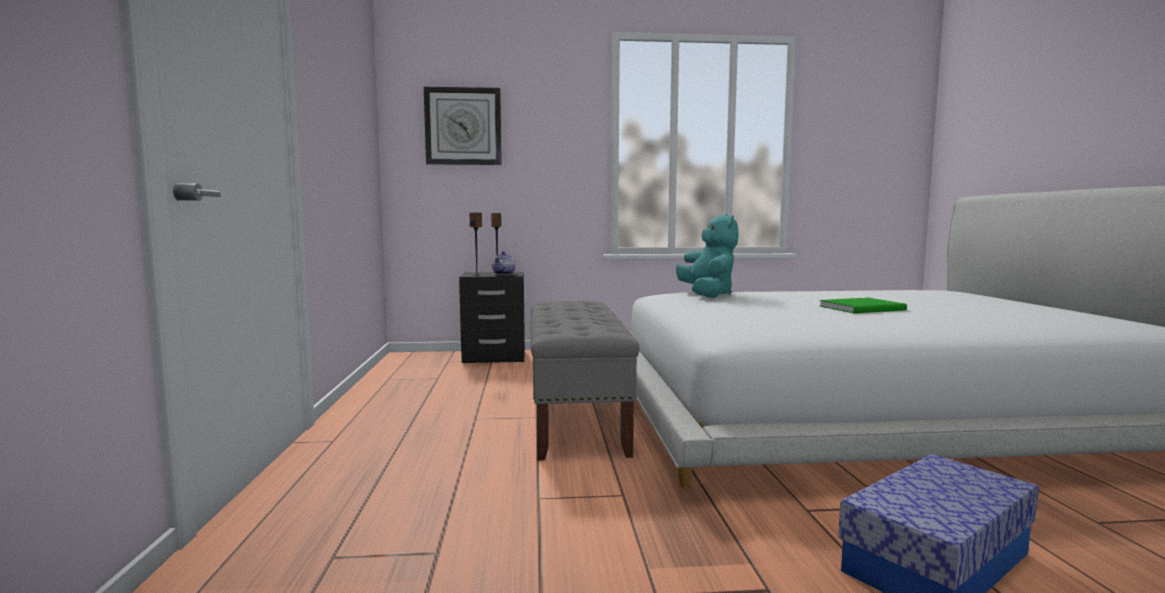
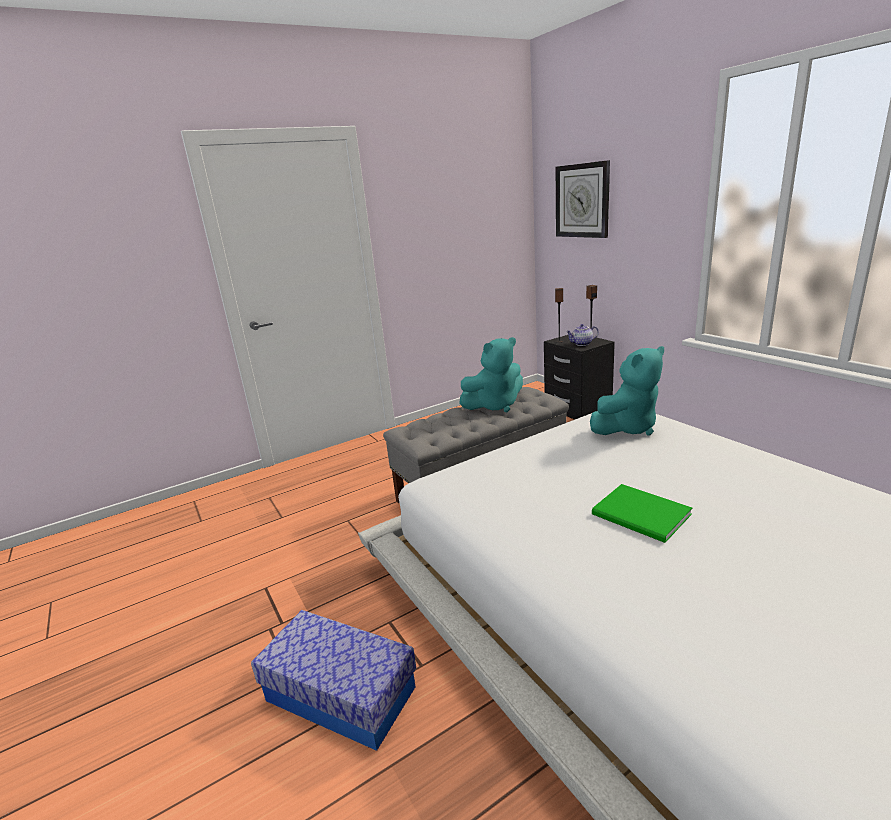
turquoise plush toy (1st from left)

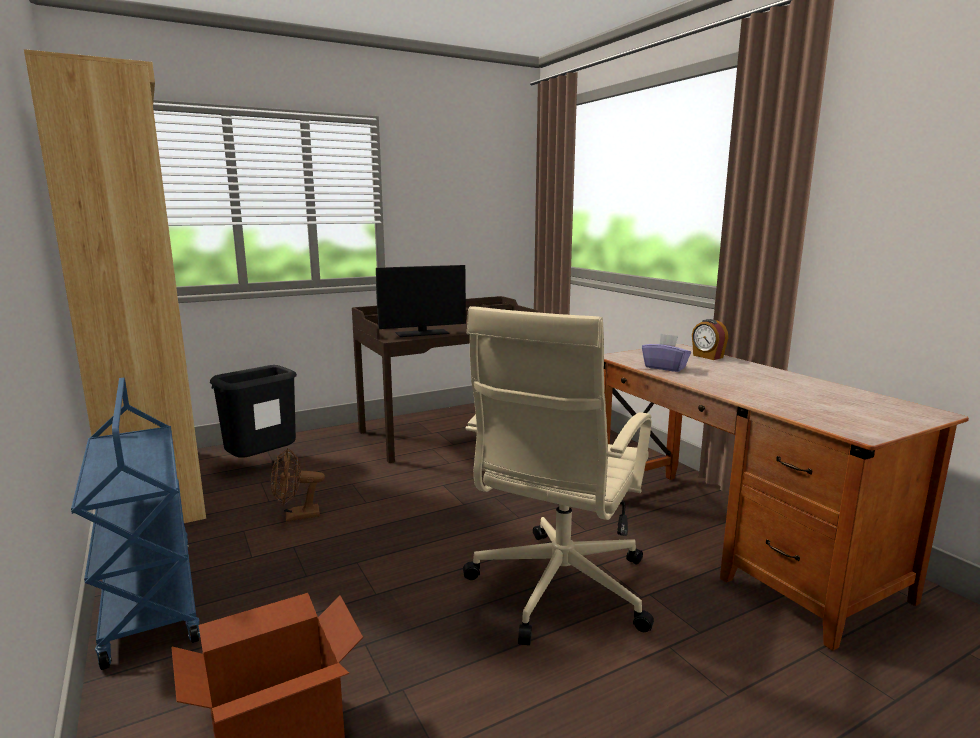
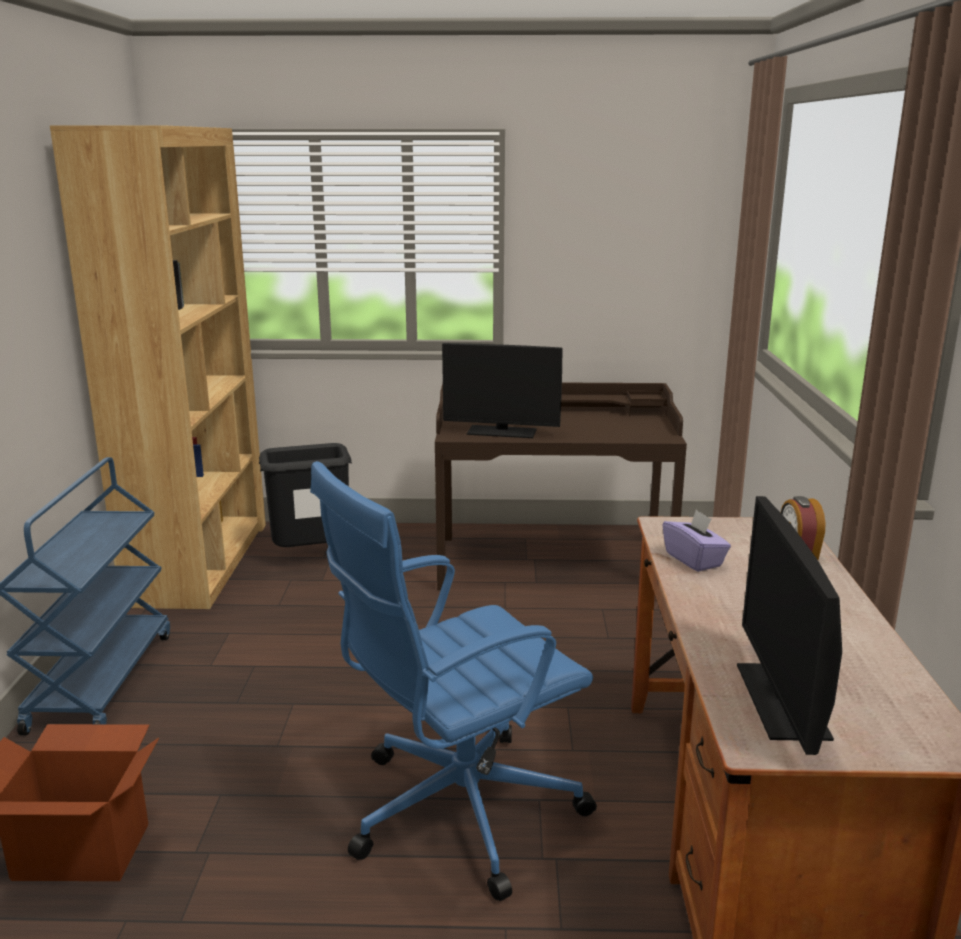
brown fan
blue office chair
monitor (2nd from left)

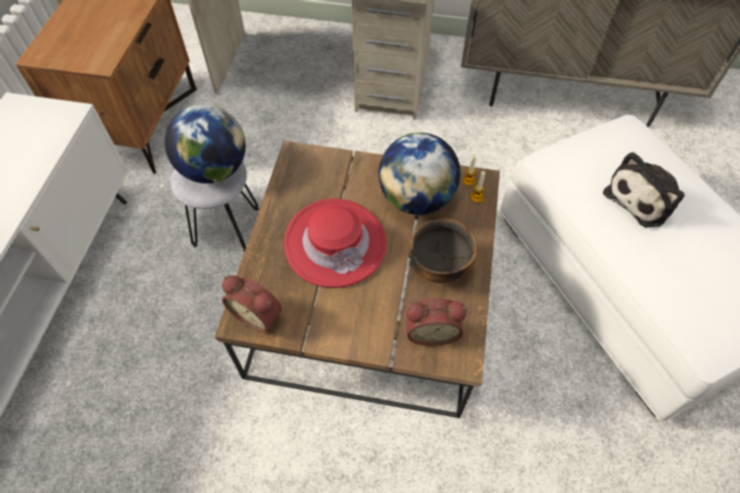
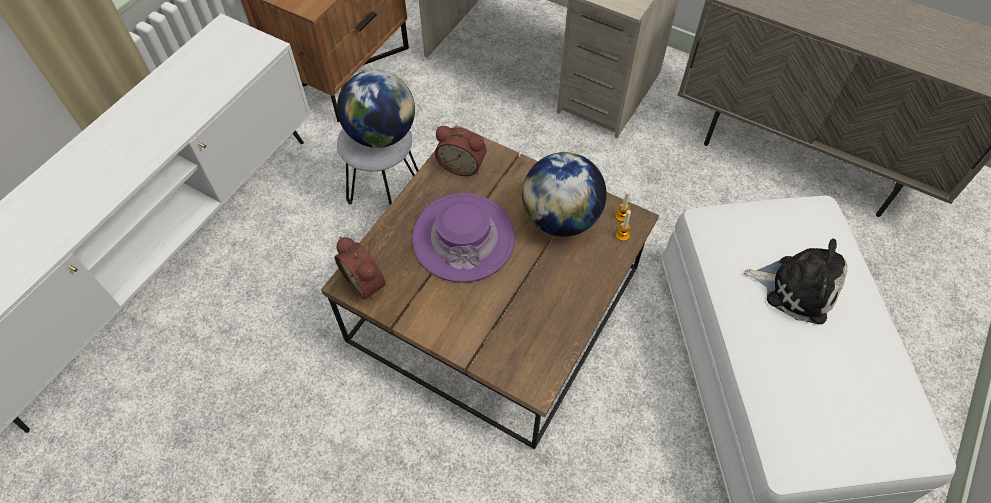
purple hat
alarm clock (2nd from left)
bowl
plush toy

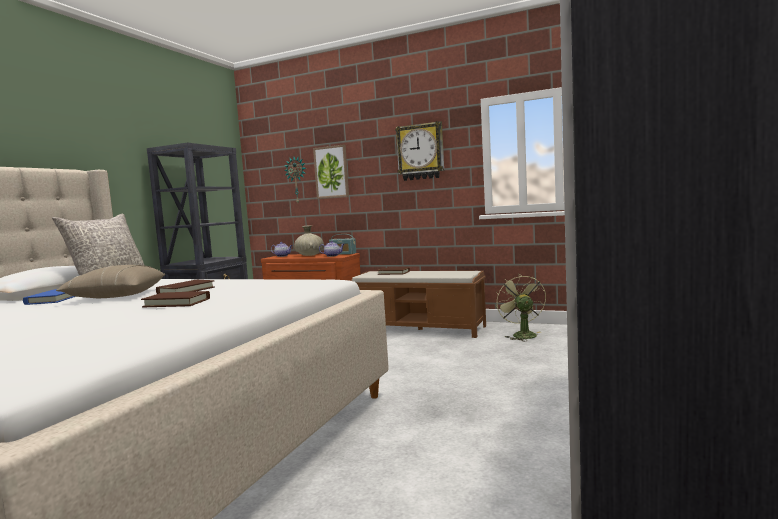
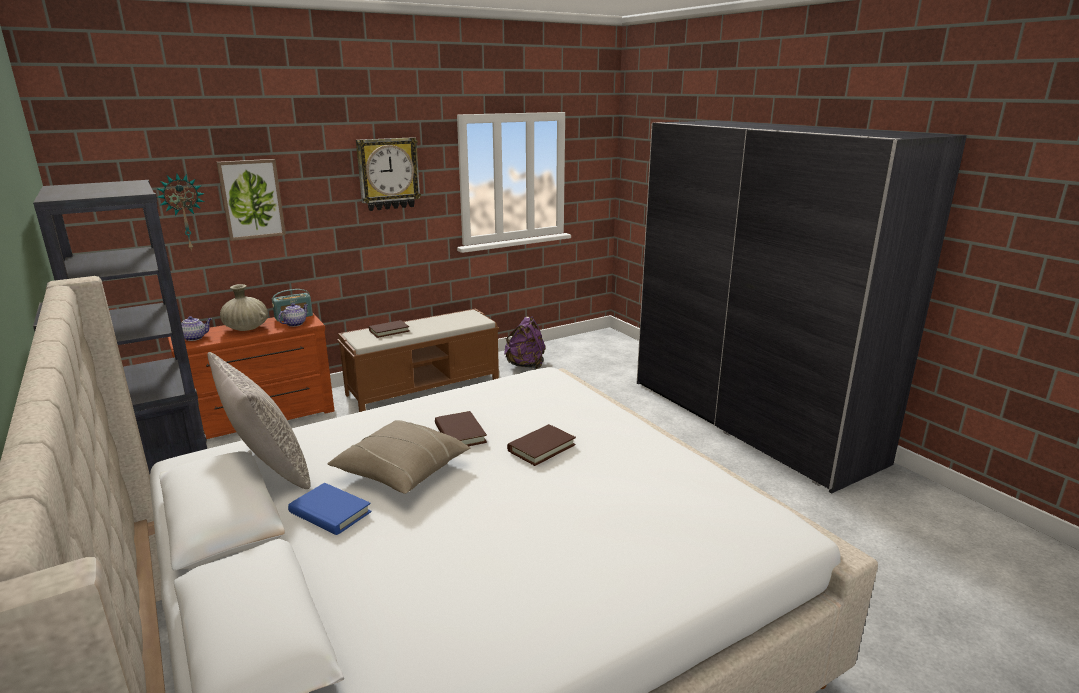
purple backpack

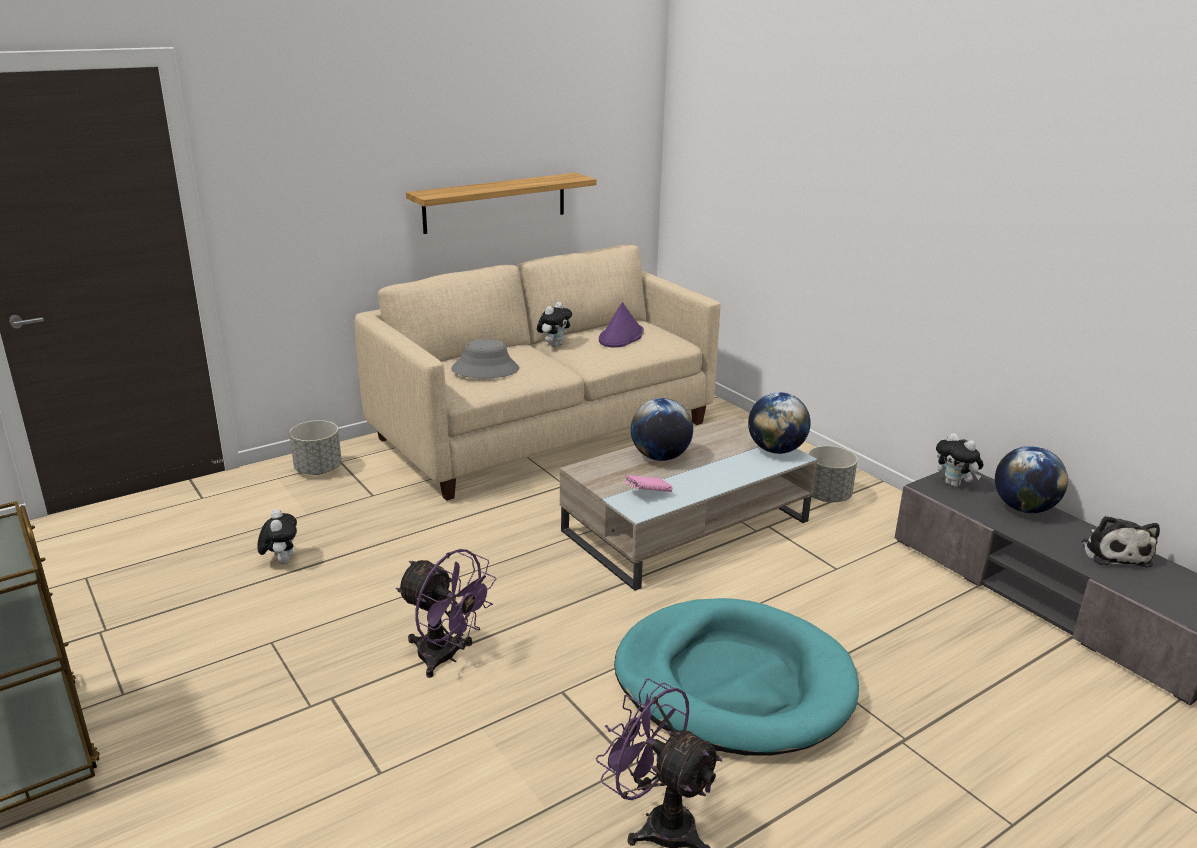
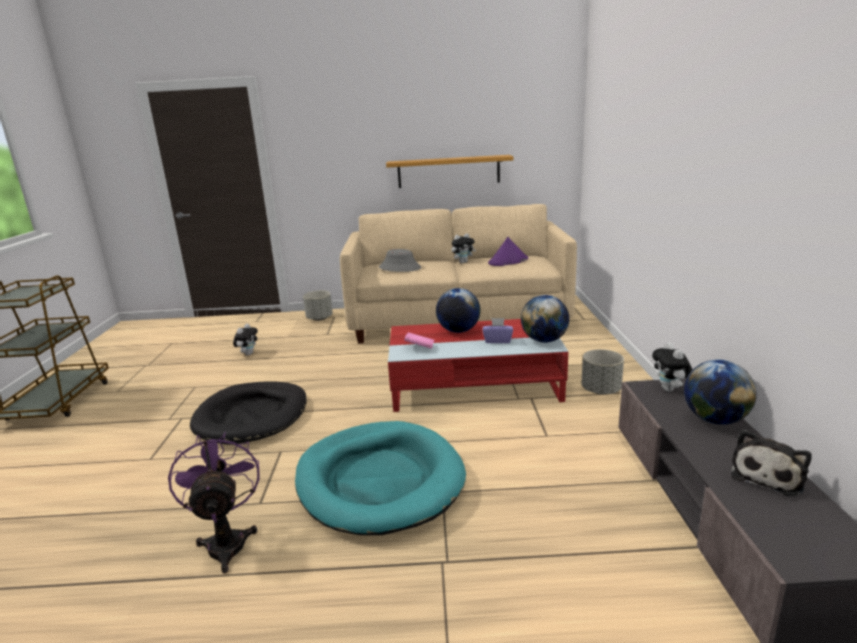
black dog bed
red coffee table
purple tissue box

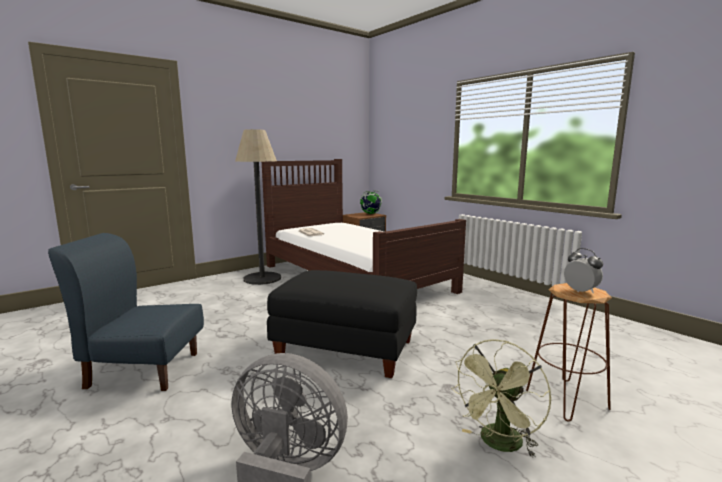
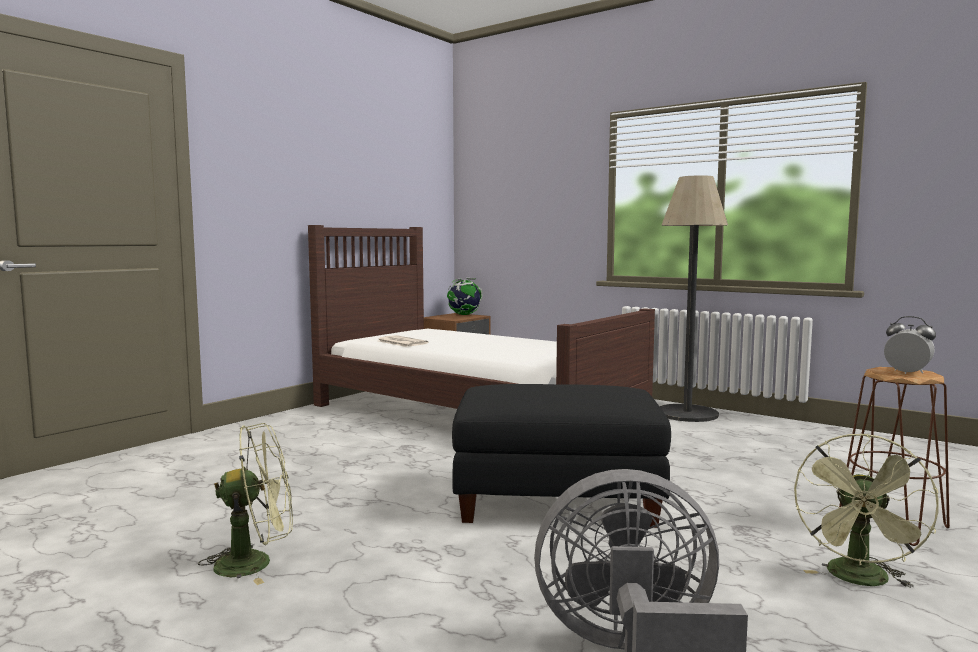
green fan (1st from left)
floor lamp

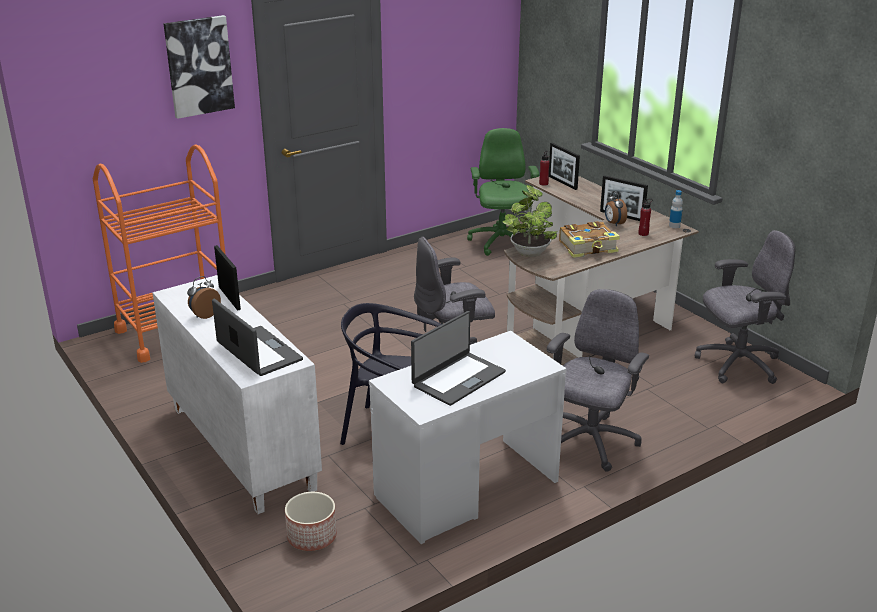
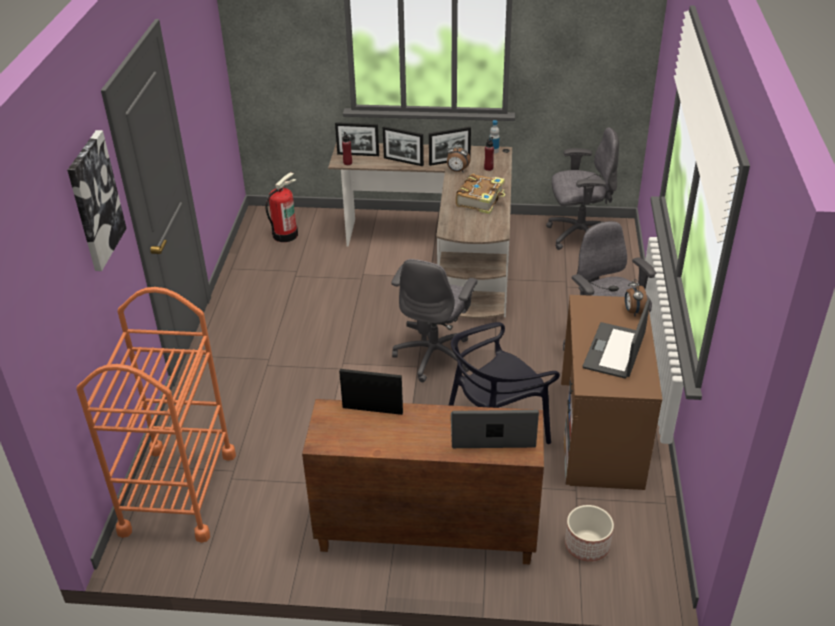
brown cabinet
alarm clock (2nd from left)
brown desk (2nd from left)
laptop (2nd from left)
fire extinguisher
potted plant
grey office chair (2nd from left)
picture frame (3rd from left)

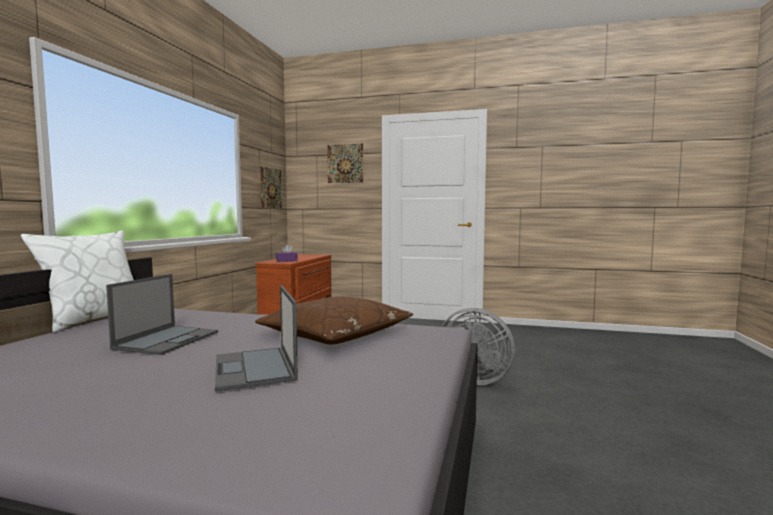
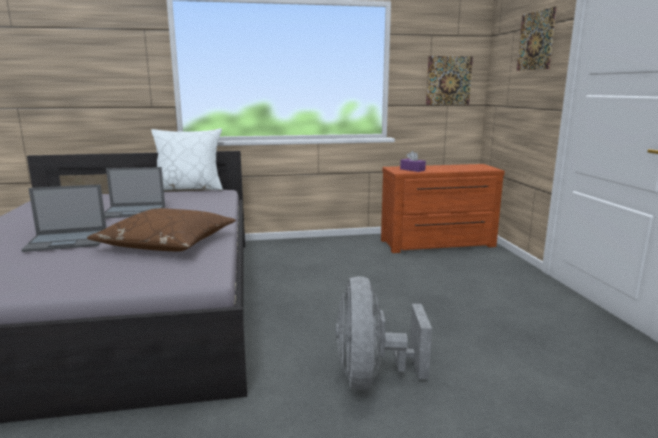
laptop (1st from left)

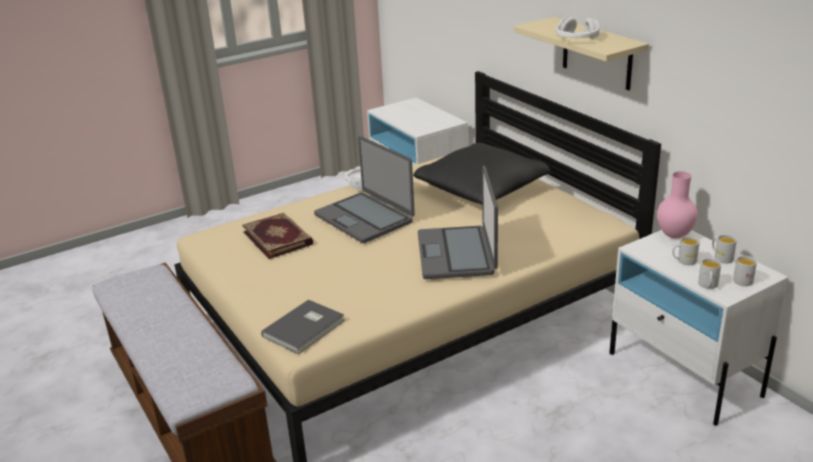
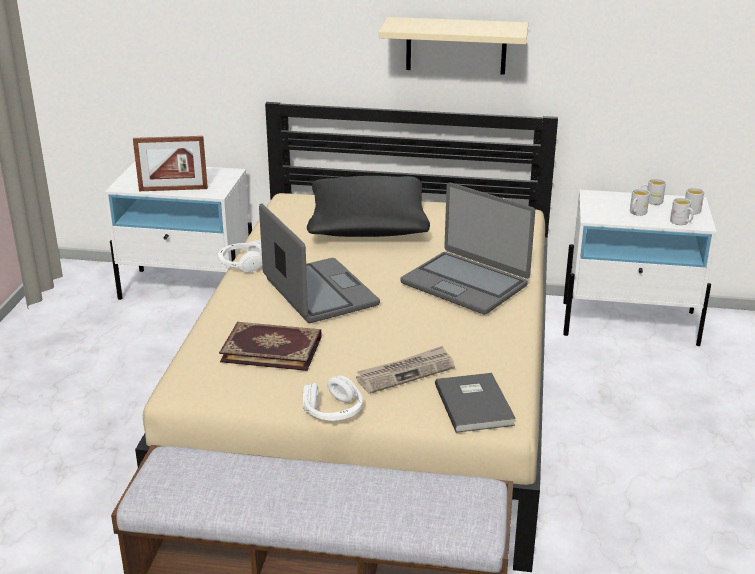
laptop (1st from left)
white headphones (2nd from left)
pink vase
picture frame
newspaper

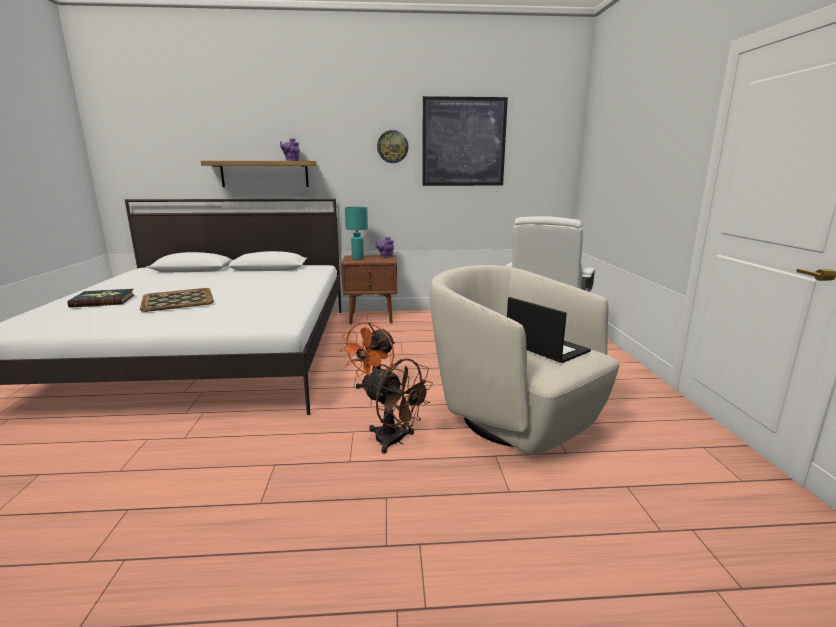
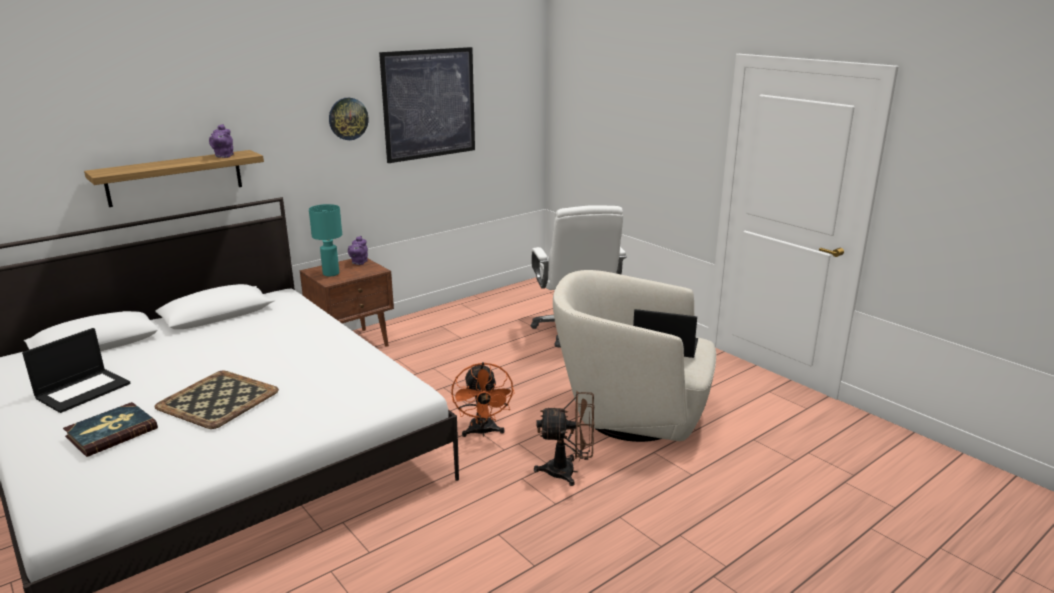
laptop (1st from left)

